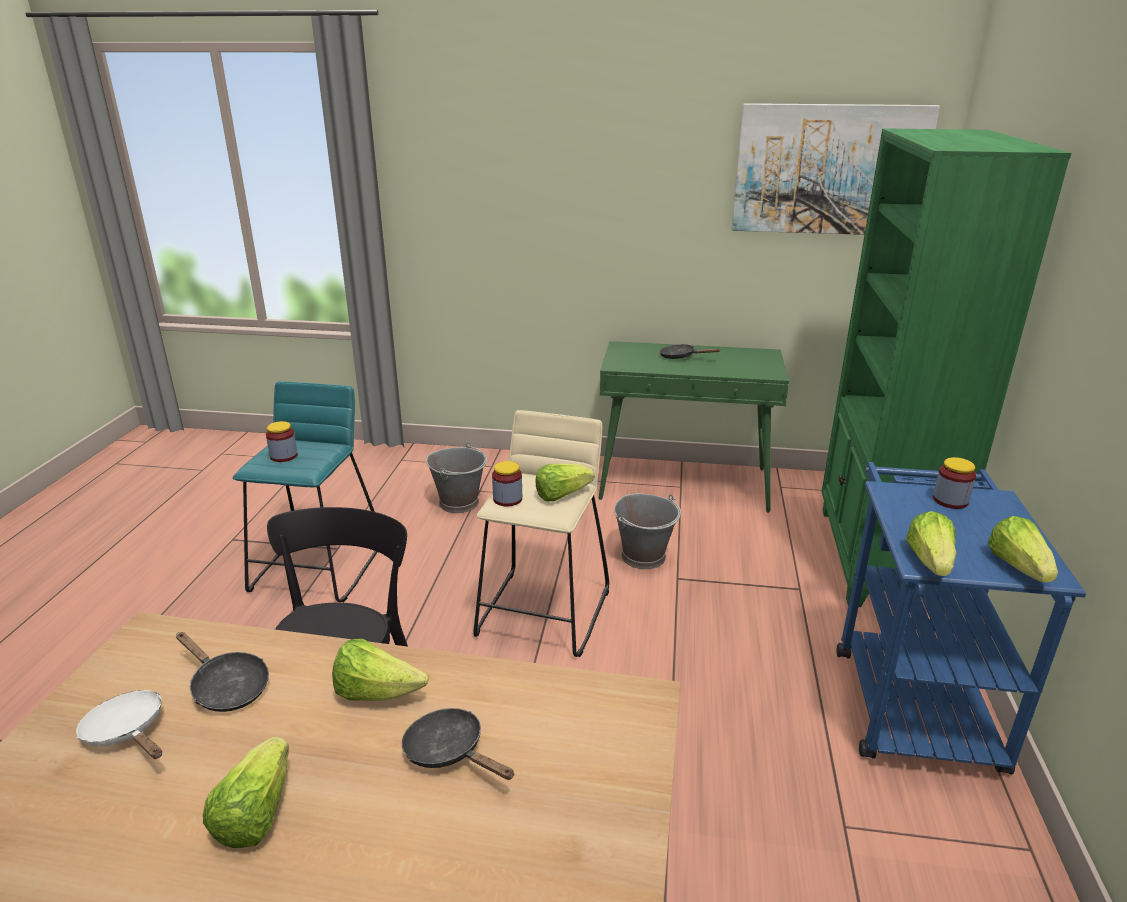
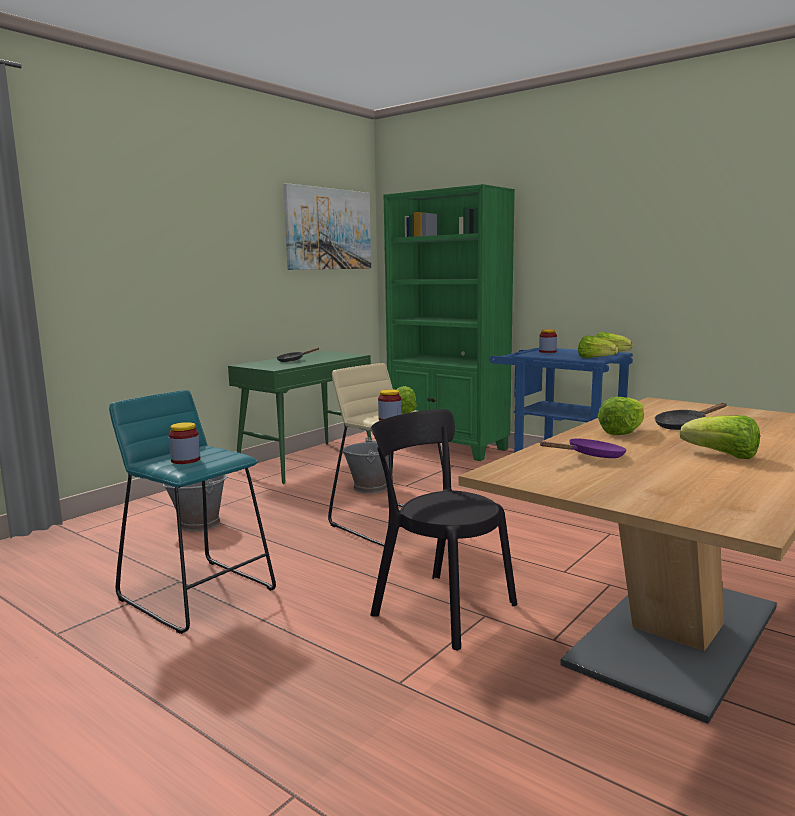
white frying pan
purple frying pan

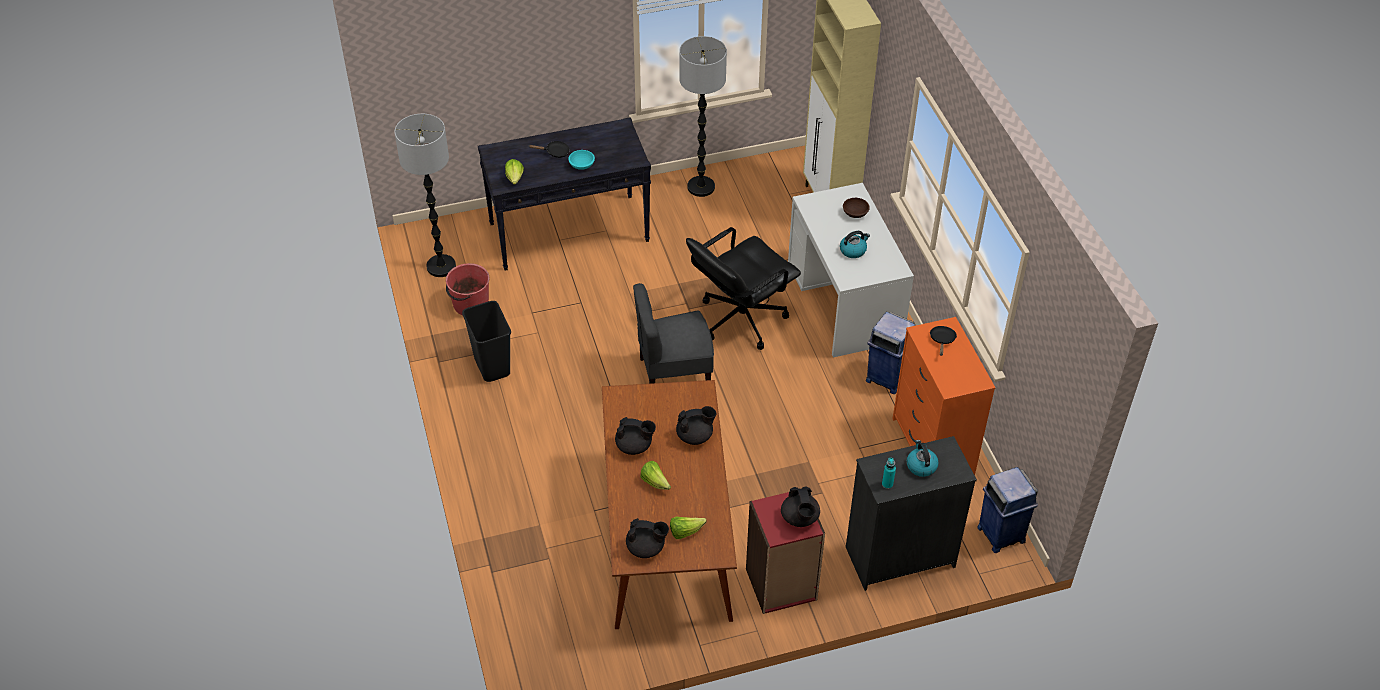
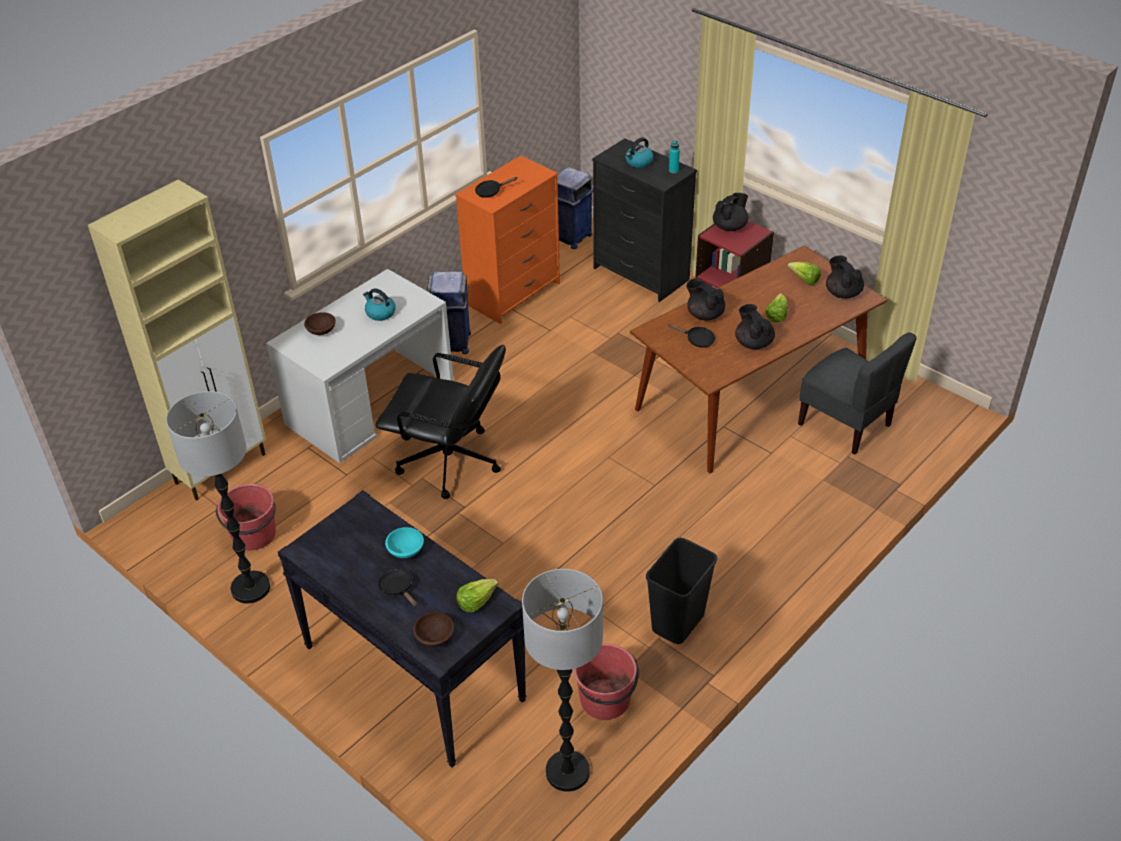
grey chair
red bucket (1st from left)
brown bowl (2nd from left)
black frying pan (3rd from left)

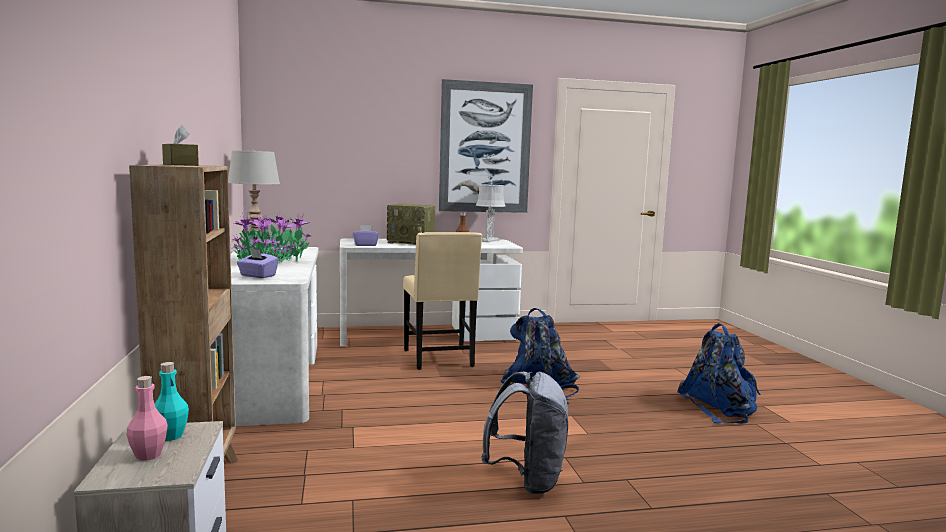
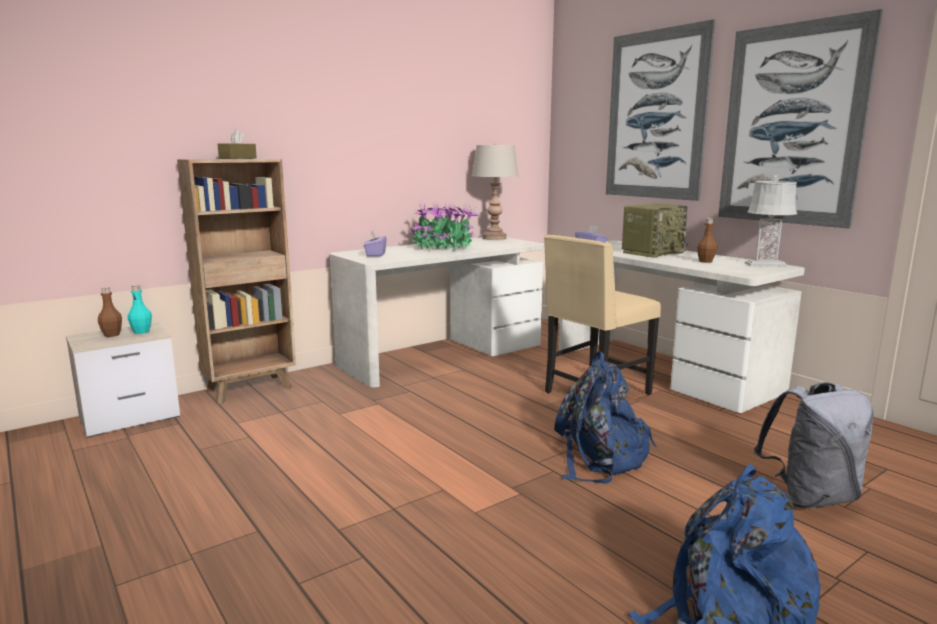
brown bottle (1st from left)
radio
grey backpack
picture (1st from left)

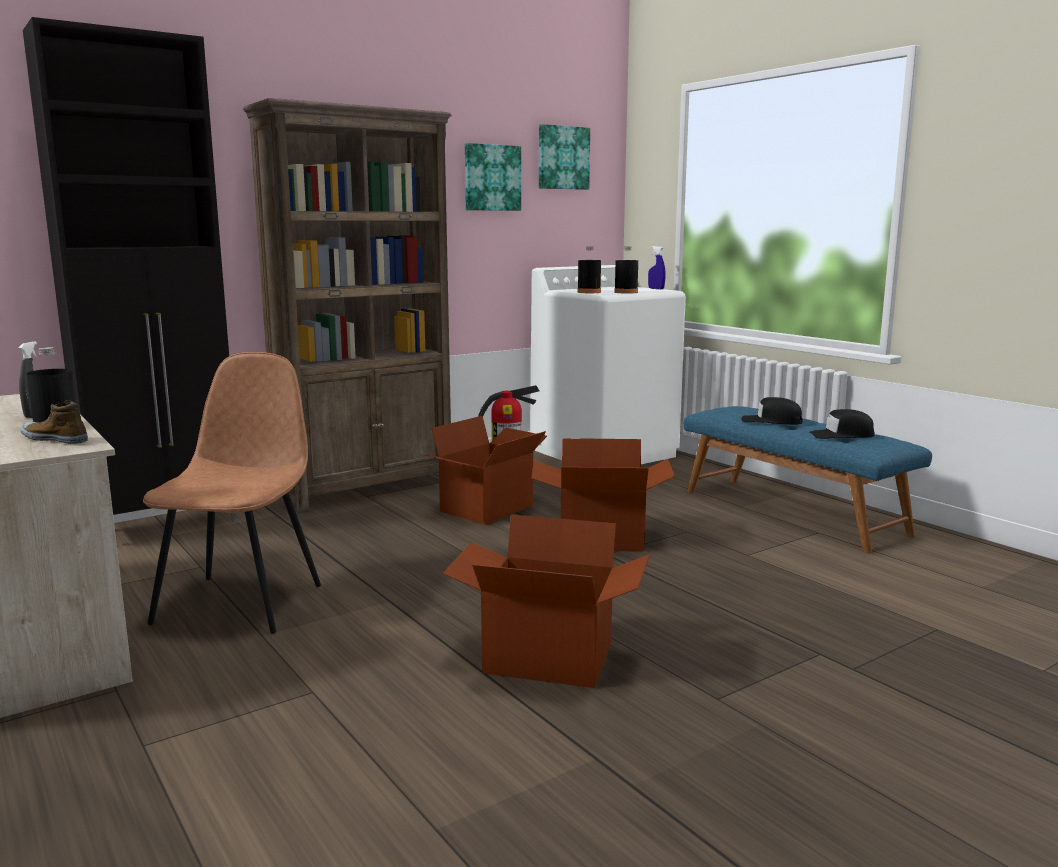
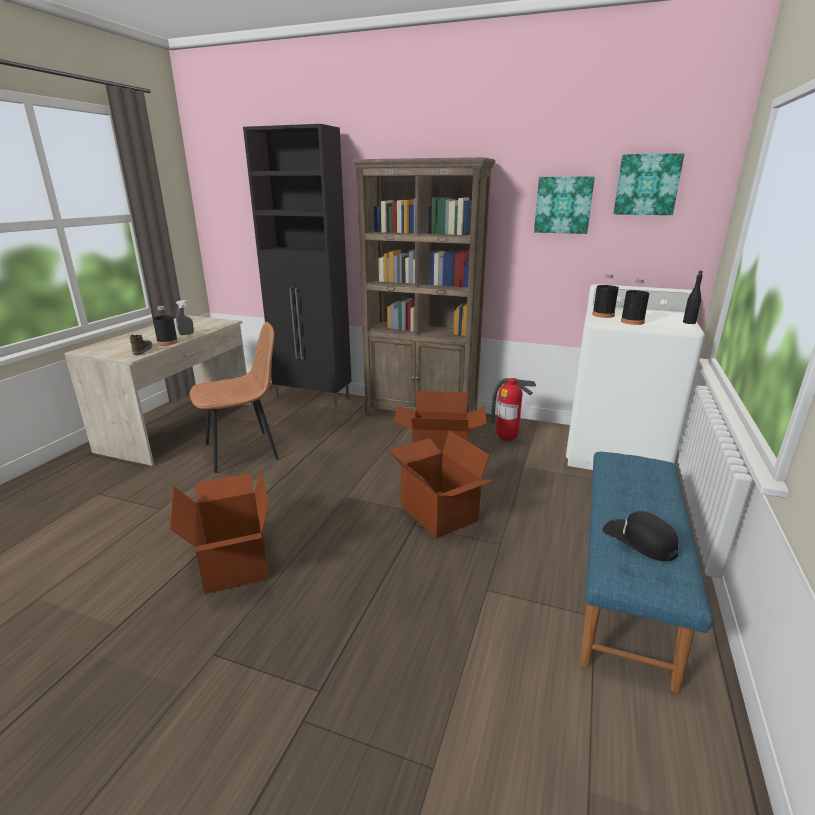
black bottle (4th from left)
black cap (1st from left in the first image)

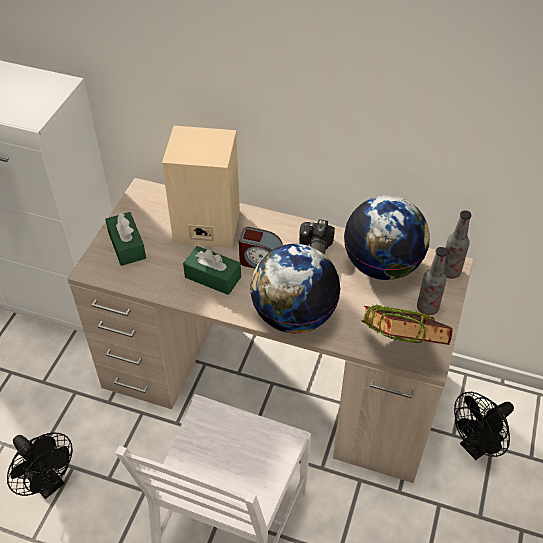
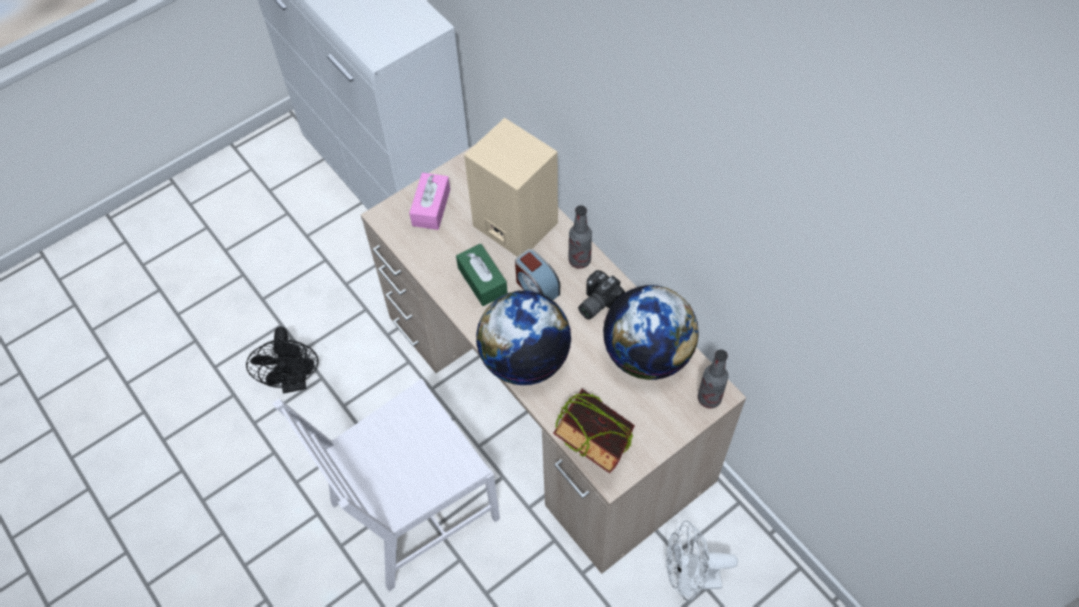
pink tissue box
bottle (1st from left)
white fan

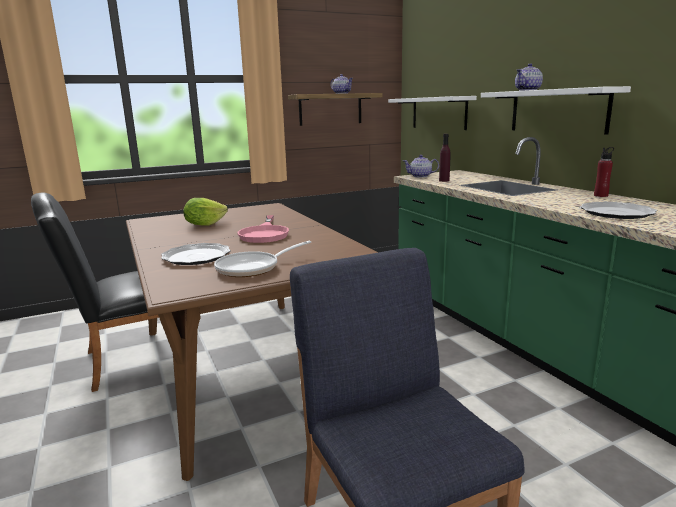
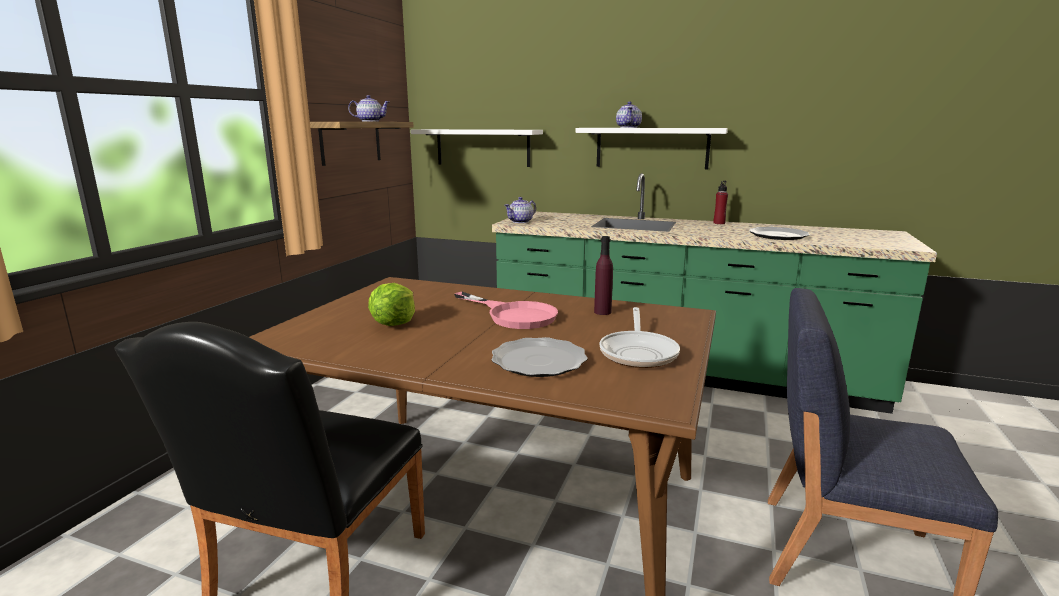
purple bottle

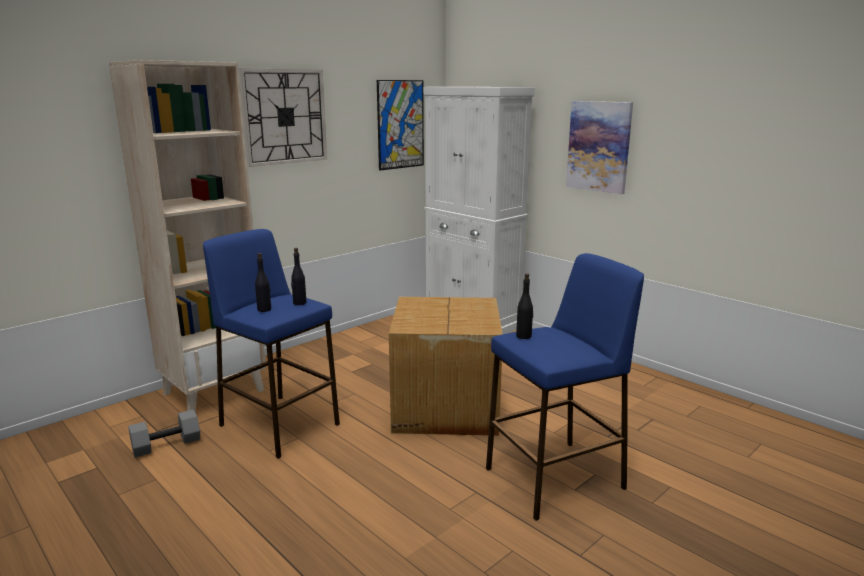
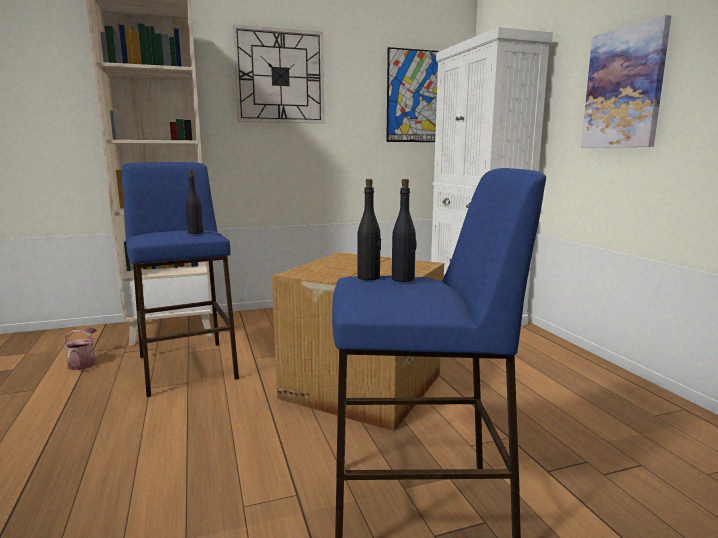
watering can
black bottle (3rd from left)

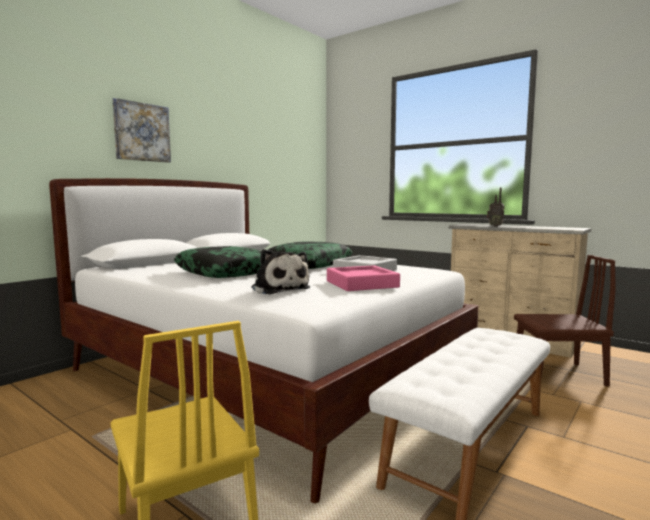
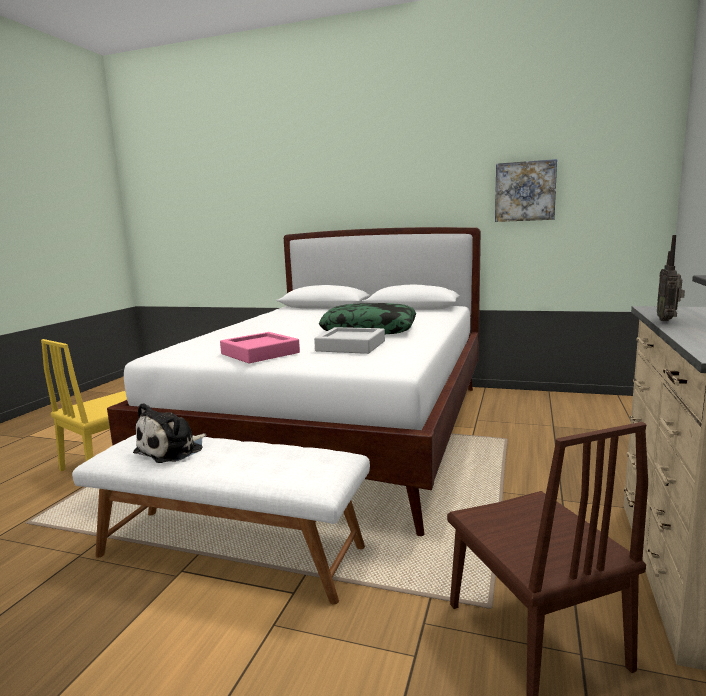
picture
pillow (1st from left in the first image)
plush toy

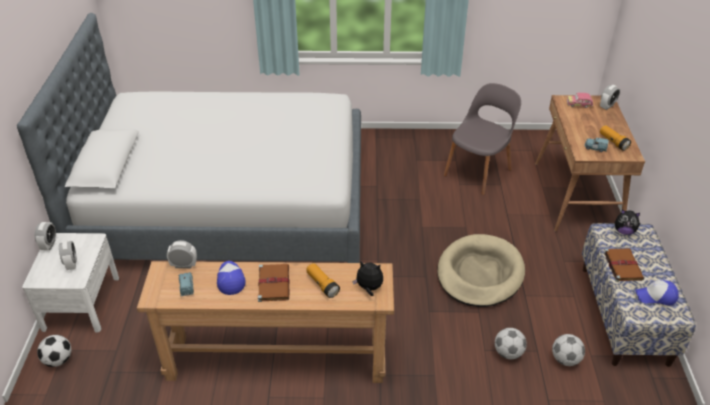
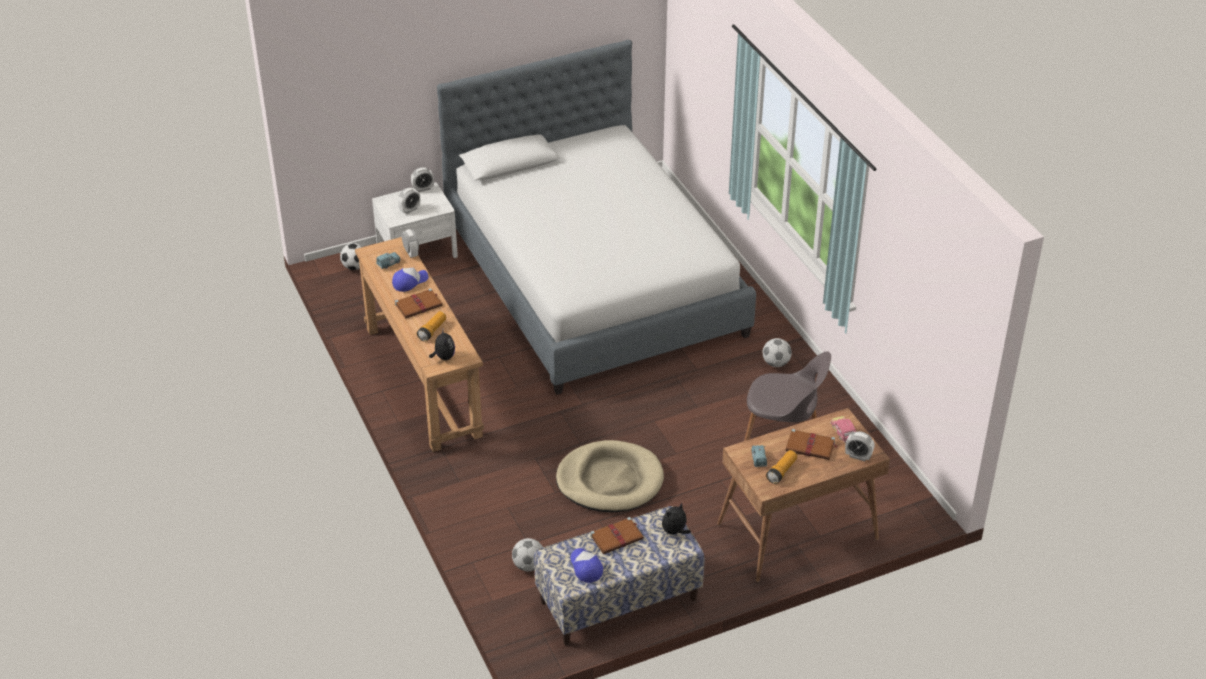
football (3rd from left)
plush toy (2nd from left)
brown book (3rd from left)

